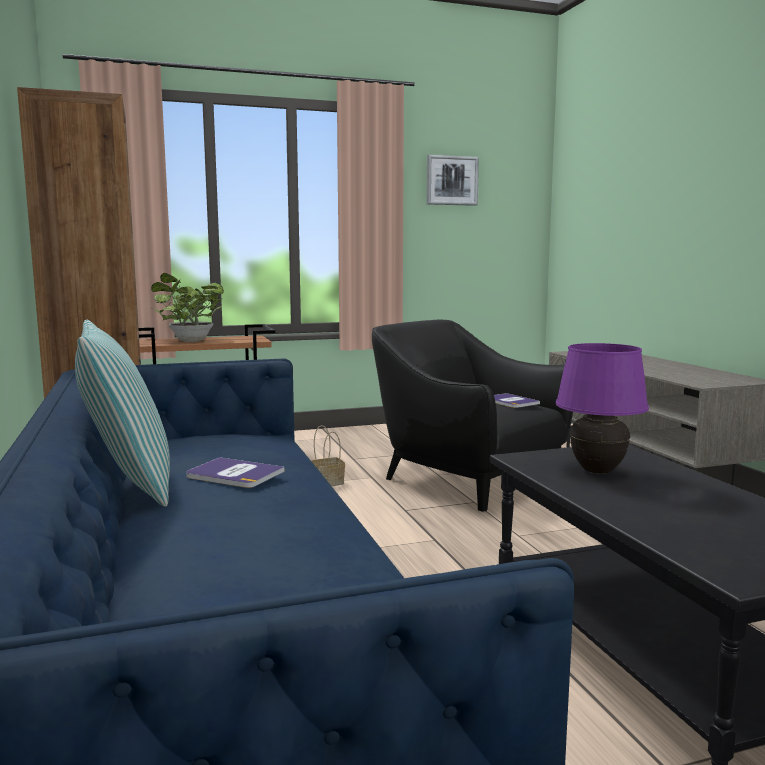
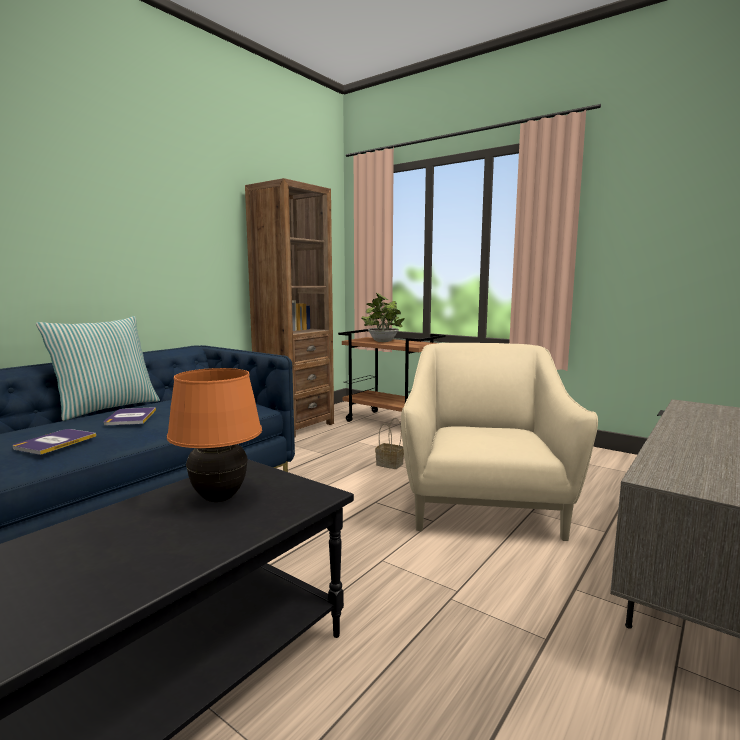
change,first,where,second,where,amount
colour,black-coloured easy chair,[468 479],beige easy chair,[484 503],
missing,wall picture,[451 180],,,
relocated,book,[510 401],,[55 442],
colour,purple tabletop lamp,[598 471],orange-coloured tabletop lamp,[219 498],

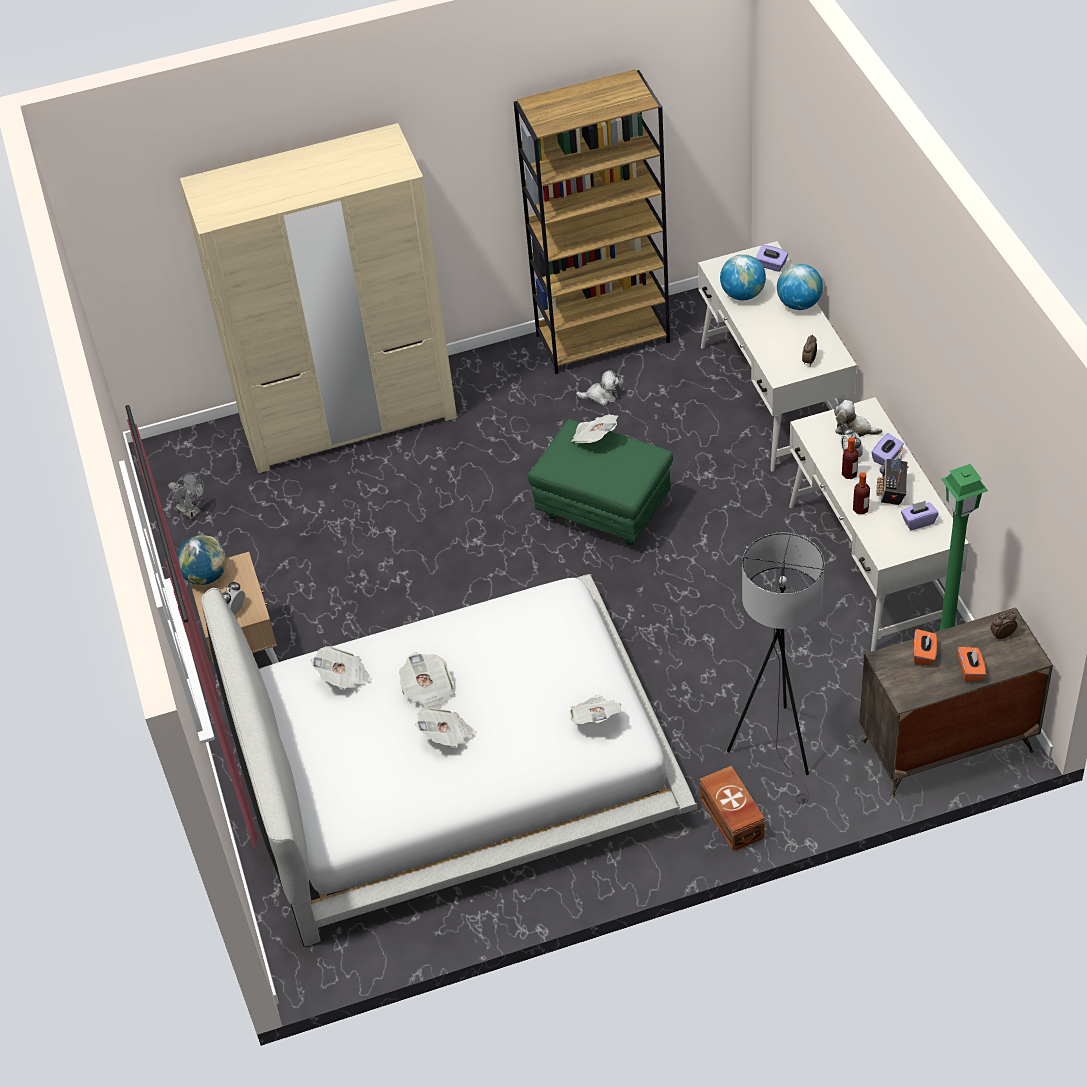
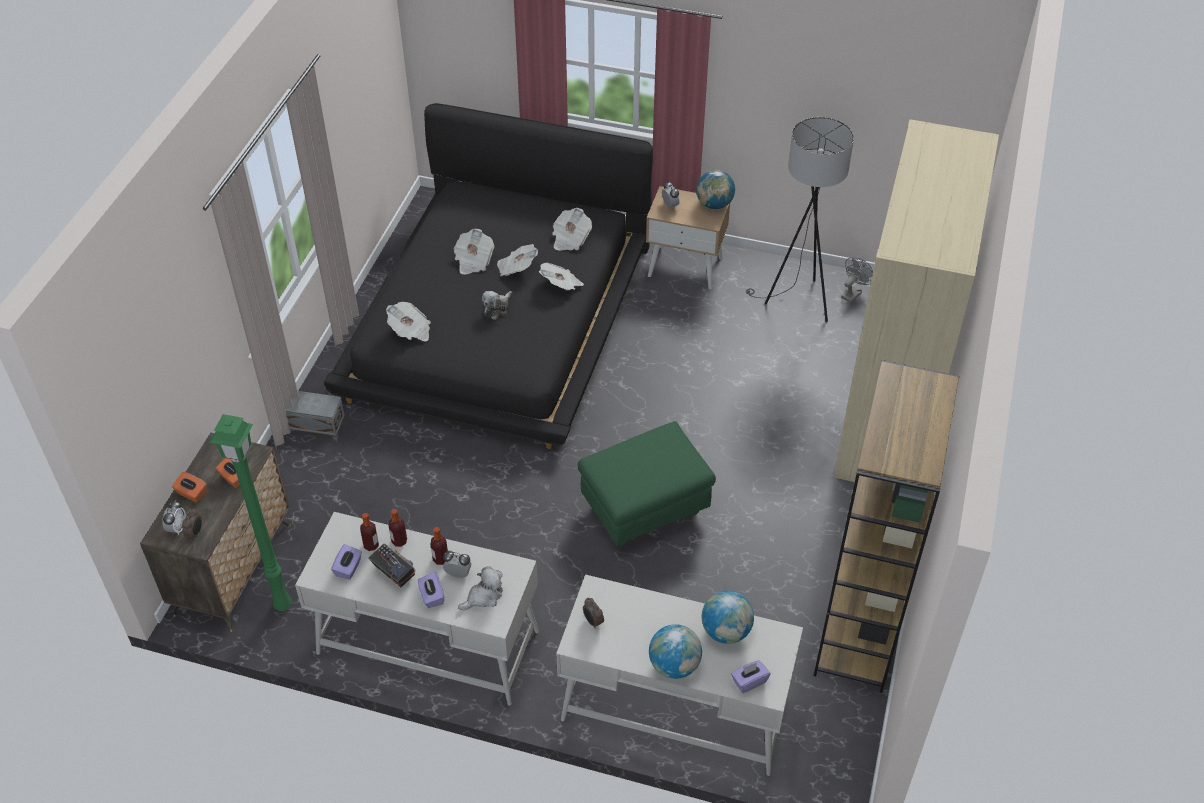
change,first,where,second,where,amount
spun,grey fan,[191 512],,[853 293],150 degrees clockwise
colour,whitish bedroom bed,[454 763],black-coloured bedroom bed,[499 319],
relocated,printed paper,[594 438],,[561 285],
relocated,plush toy,[601 396],,[497 308],
colour,brown storage container,[731 819],grey storage container,[313 421],
relocated,grey floor lamp,[779 748],,[796 302],
appeared,,,bedside clock,[177 528],
appeared,,,drink bottle,[371 545],

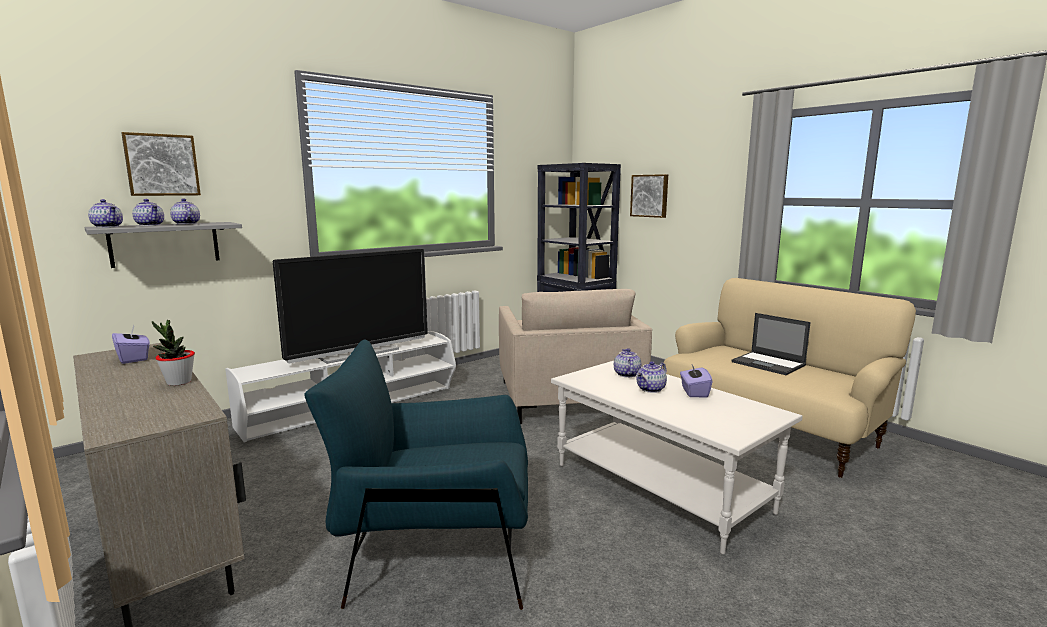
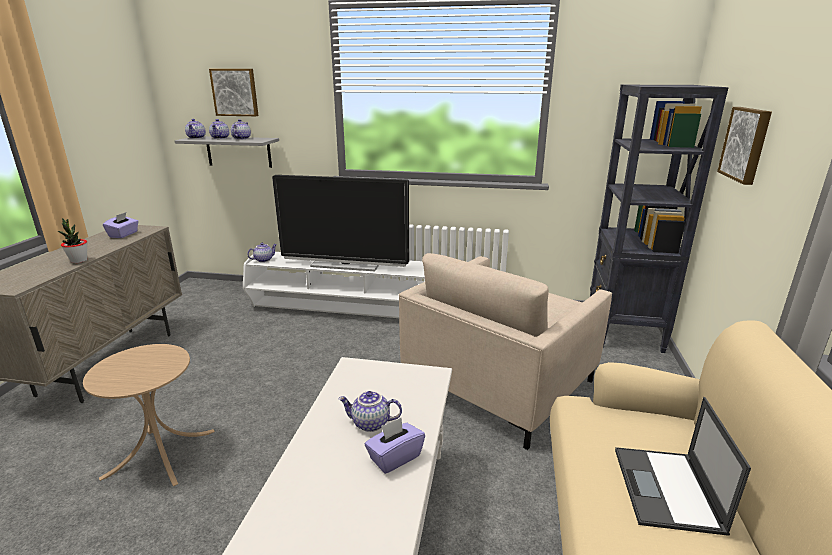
change,first,where,second,where,amount
exchanged,blue-coloured easy chair,[436 553],beige end table,[160 453],
relocated,pot for tea,[626 374],,[263 260],

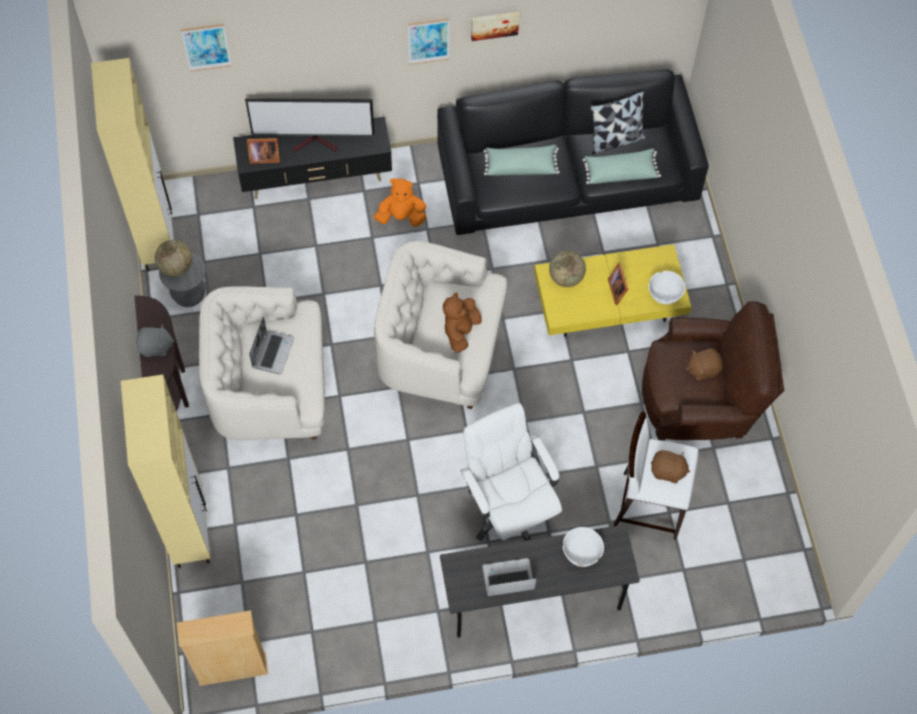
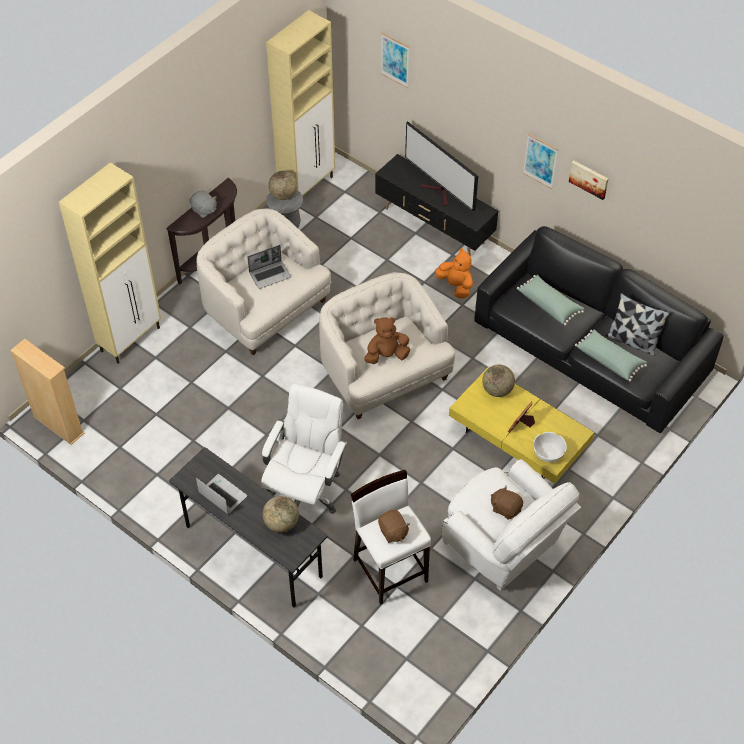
change,first,where,second,where,amount
missing,standing frame,[263 157],,,
exchanged,whitish bowl,[581 552],world globe,[281 523],
colour,brown easy chair,[701 400],whitish easy chair,[504 545],

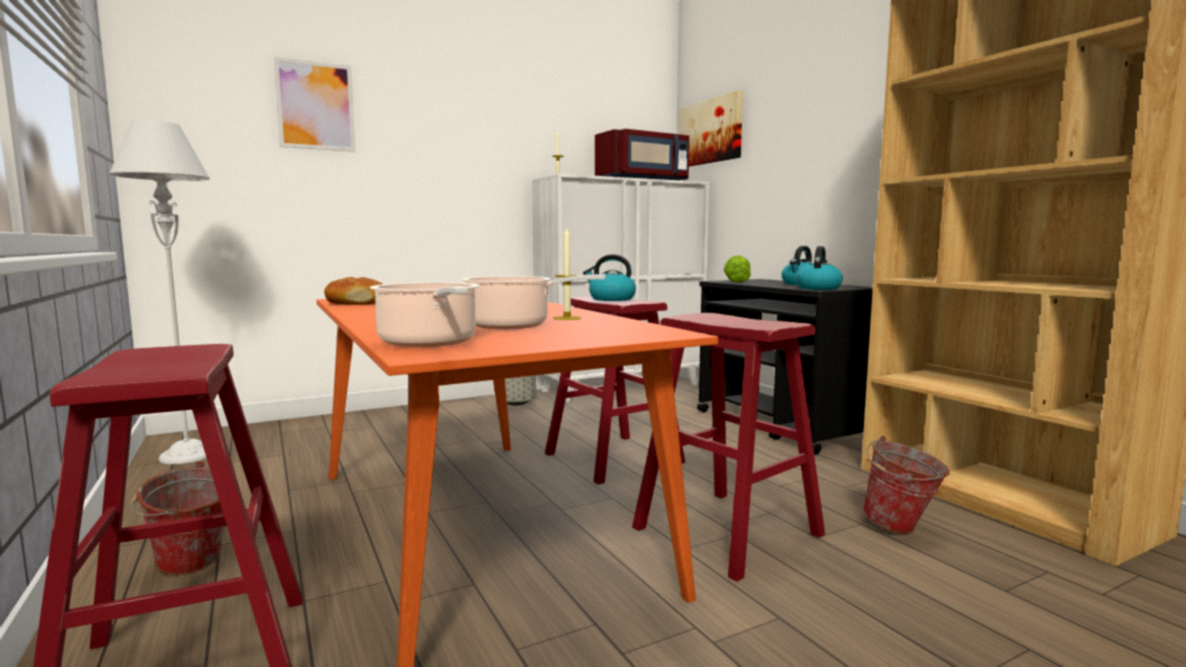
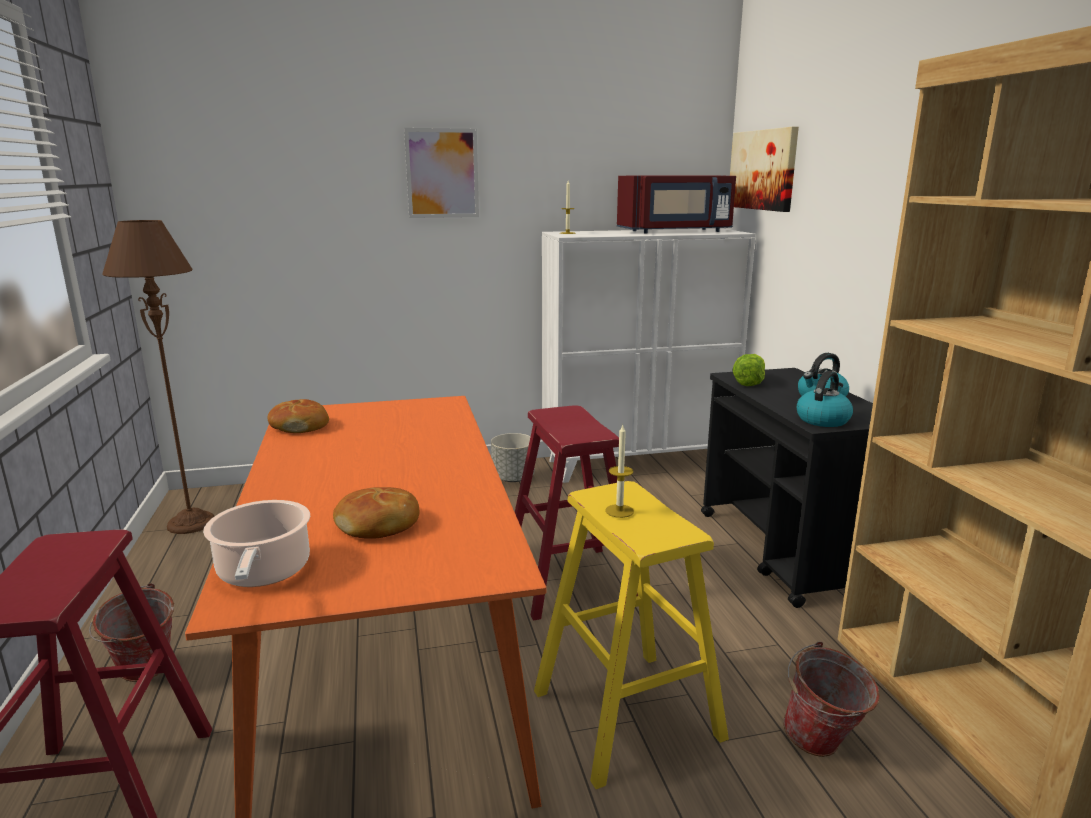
change,first,where,second,where,amount
colour,grey floor lamp,[188 455],brown floor lamp,[191 523],
relocated,wall picture,[315 106],,[442 173],
exchanged,cooking pot,[514 326],baked bread,[379 525],
relocated,candle,[567 318],,[619 511],
missing,water kettle,[611 299],,,
colour,red sitting stool,[727 531],yellowish sitting stool,[627 714],

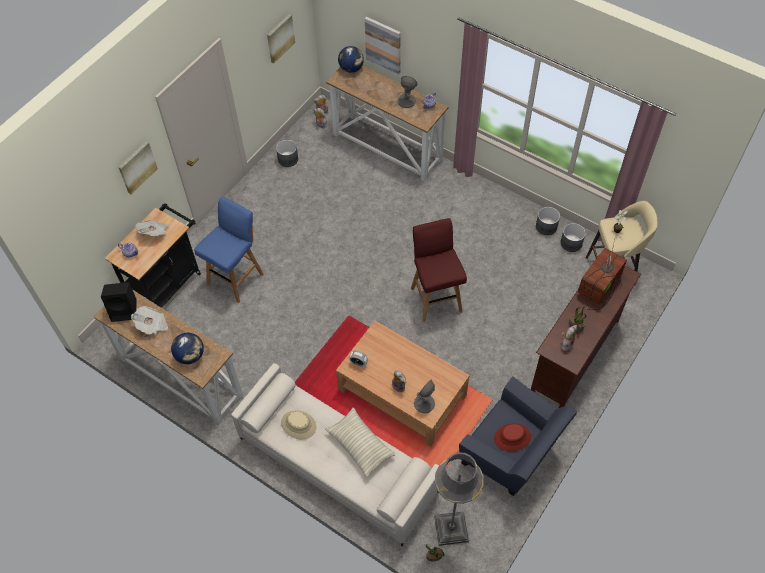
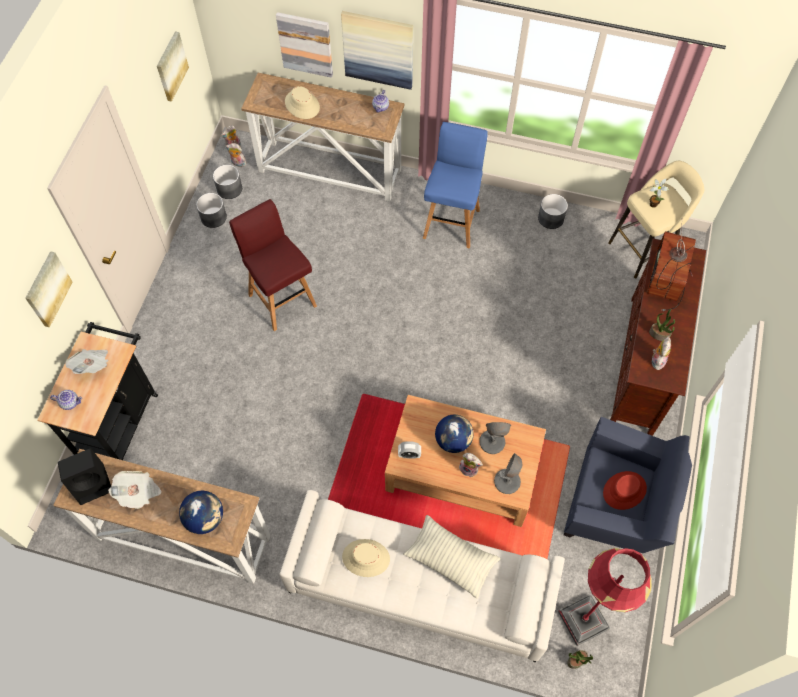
change,first,where,second,where,amount
relocated,blue-coloured sitting stool,[236 278],,[452 222],
relocated,world globe,[351 68],,[453 440],
relocated,grey tabletop lamp,[406 101],,[492 442],
relocated,red sitting stool,[436 298],,[281 299],
colour,grey floor lamp,[451 529],red floor lamp,[583 620],
relocated,grey planter,[571 243],,[229 189],
appeared,,,beige hat,[302 104],
appeared,,,wall picture,[378 49],

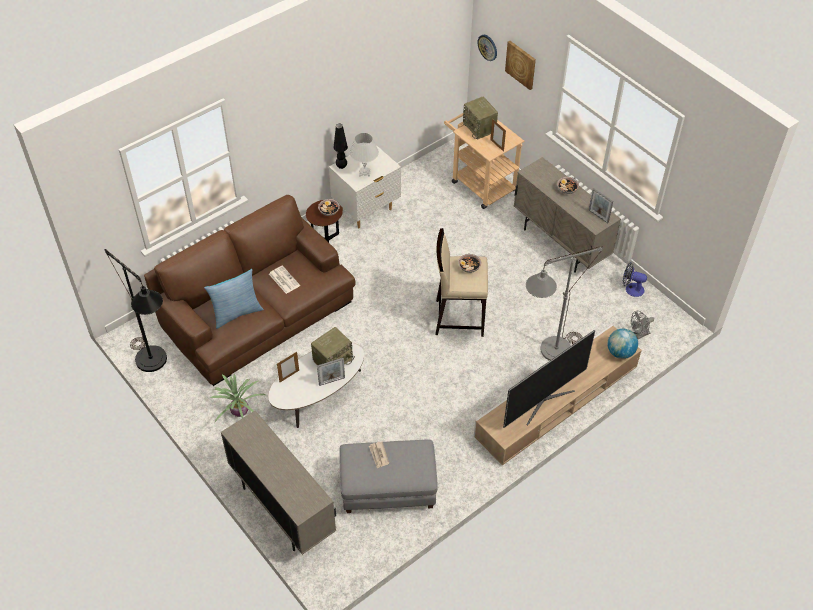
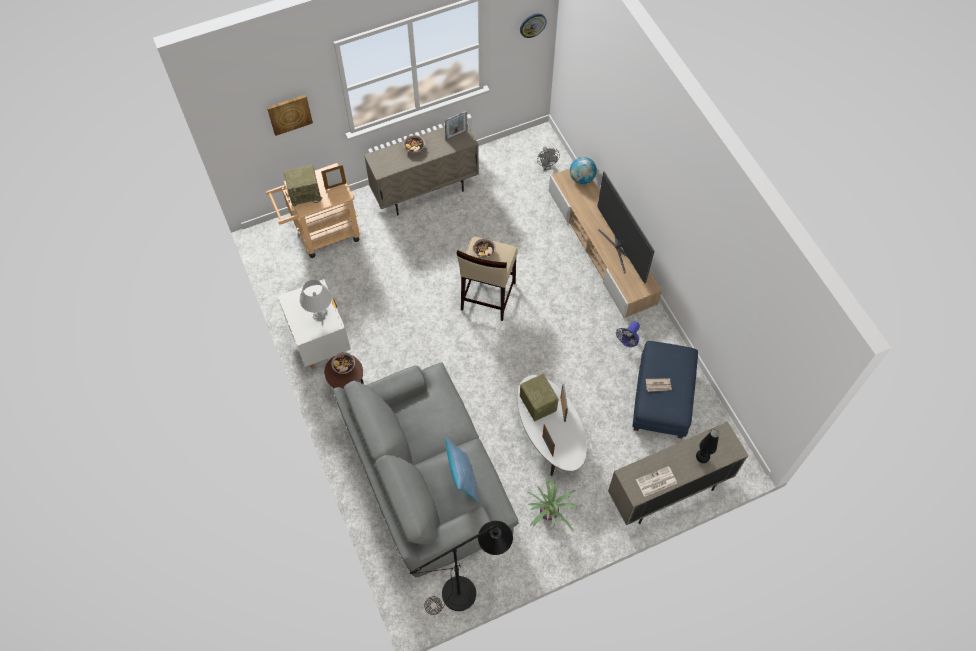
change,first,where,second,where,amount
colour,brown settee,[256 312],grey settee,[426 476],
relocated,printed paper,[283 279],,[656 482],
relocated,black-coloured tabletop lamp,[341 166],,[701 458],
colour,grey ottoman,[388 487],blue-coloured ottoman,[661 398],
relocated,clock on the wall,[488 47],,[532 25],
missing,grey floor lamp,[548 354],,,
relocated,fan,[631 289],,[628 341],

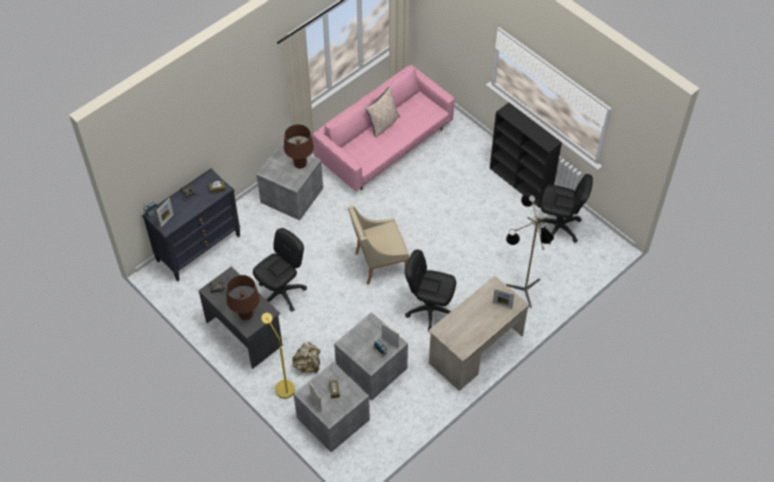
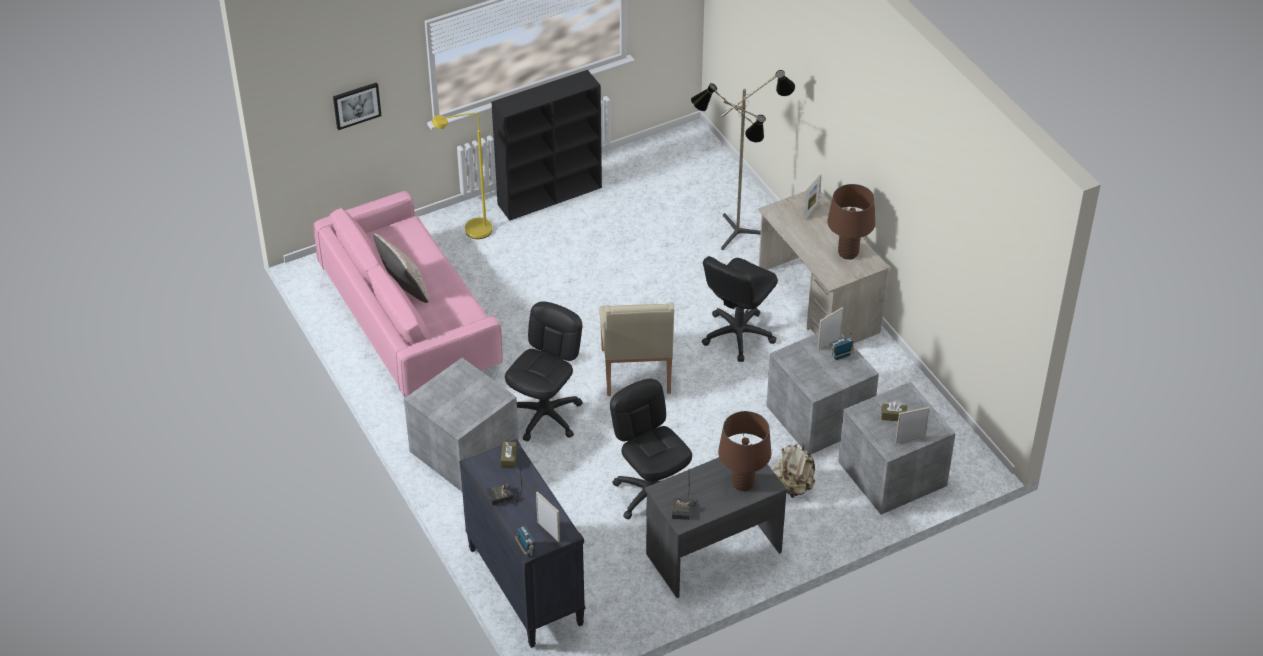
change,first,where,second,where,amount
relocated,yellowish floor lamp,[282 385],,[470 231],
relocated,brown tabletop lamp,[300 164],,[848 253],
relocated,black-coloured office chair,[559 227],,[545 416],
appeared,,,wall picture,[356 105],

